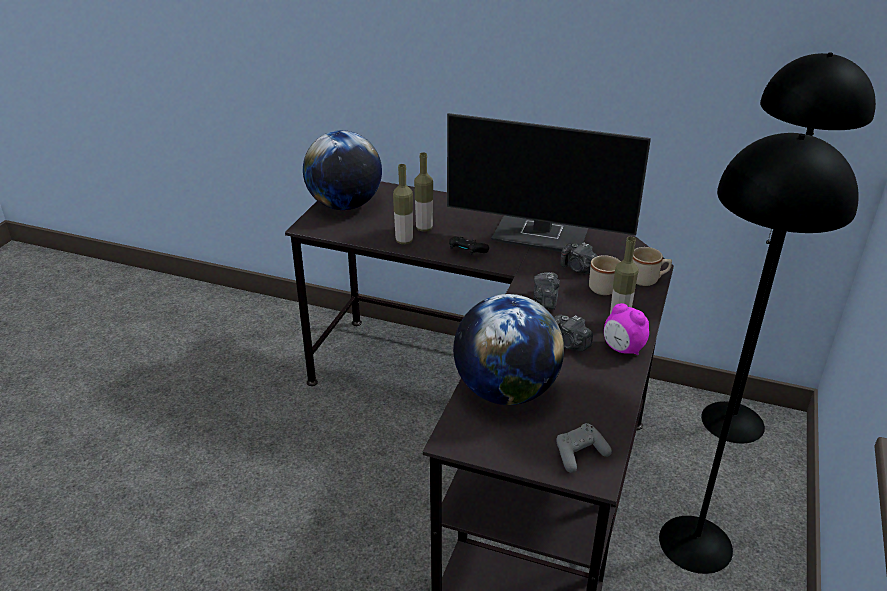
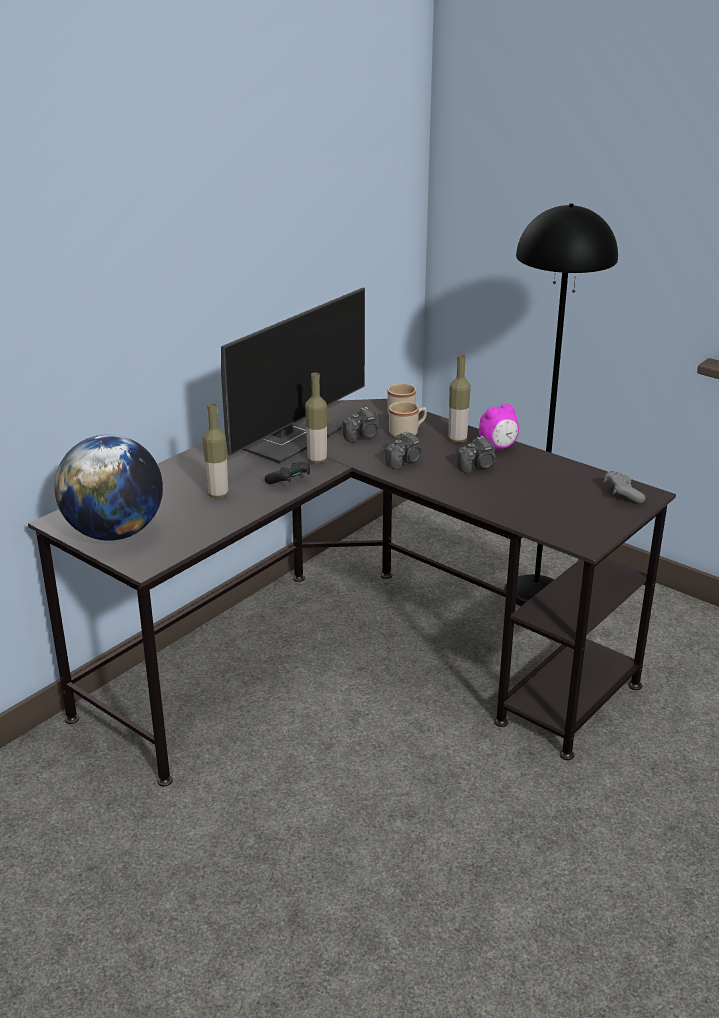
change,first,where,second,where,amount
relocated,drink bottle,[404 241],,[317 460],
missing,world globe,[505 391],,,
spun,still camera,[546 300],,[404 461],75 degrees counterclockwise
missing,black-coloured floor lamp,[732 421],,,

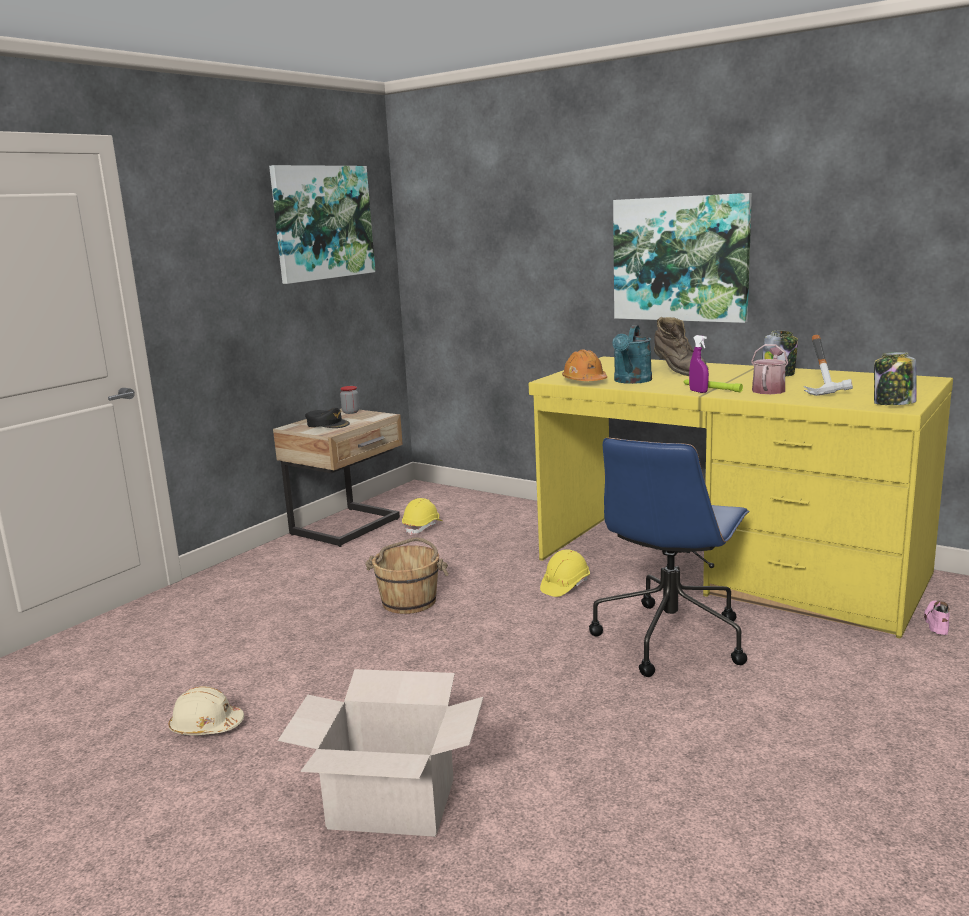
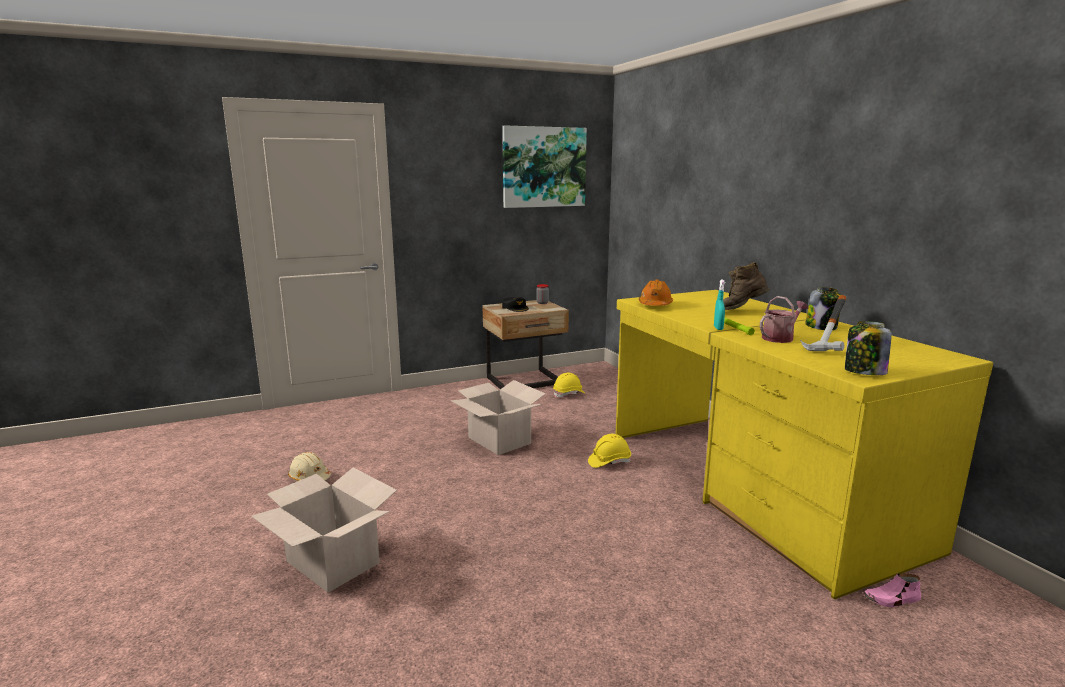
change,first,where,second,where,amount
exchanged,brown water bucket,[409 601],packing box,[500 440],
missing,blue-coloured office chair,[670 638],,,
missing,turquoise-coloured watering can,[631 381],,,
missing,wall picture,[680 259],,,
spun,brown boot,[678 372],,[740 311],75 degrees clockwise
colour,purple sprayer,[698 391],turquoise-coloured sprayer,[718 328],
spun,pinkish low shoe,[936 622],,[892 599],150 degrees counterclockwise

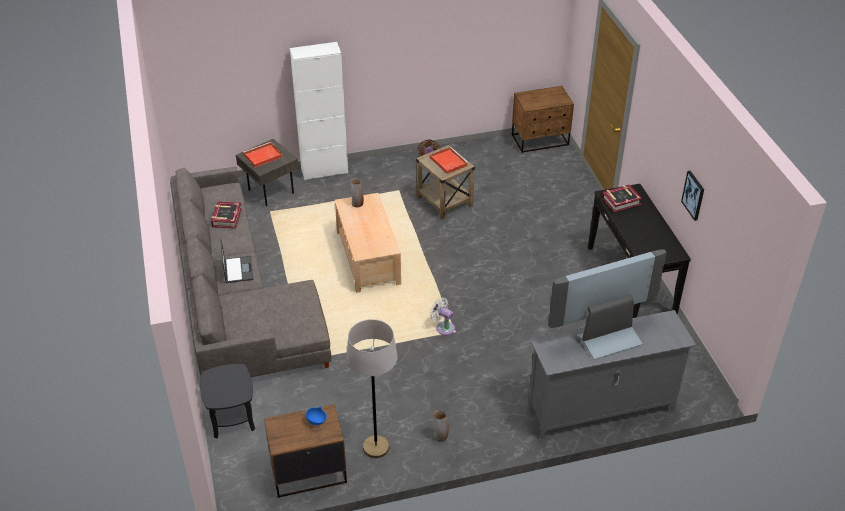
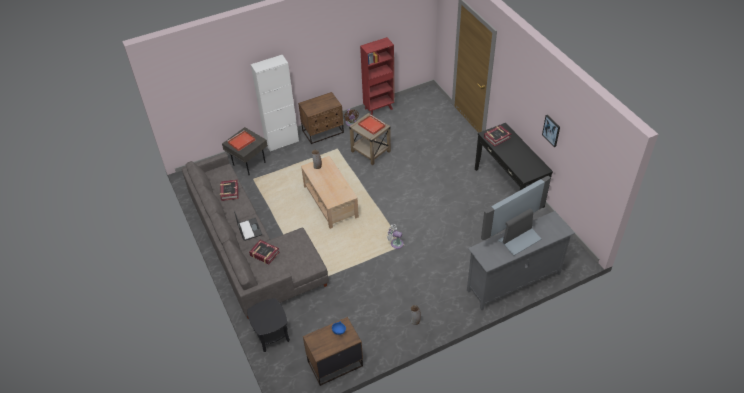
change,first,where,second,where,amount
missing,grey floor lamp,[376 447],,,
relocated,brown bedside table,[540 140],,[323 132],
appeared,,,book,[264 254],
appeared,,,red bookshelf,[379 109],

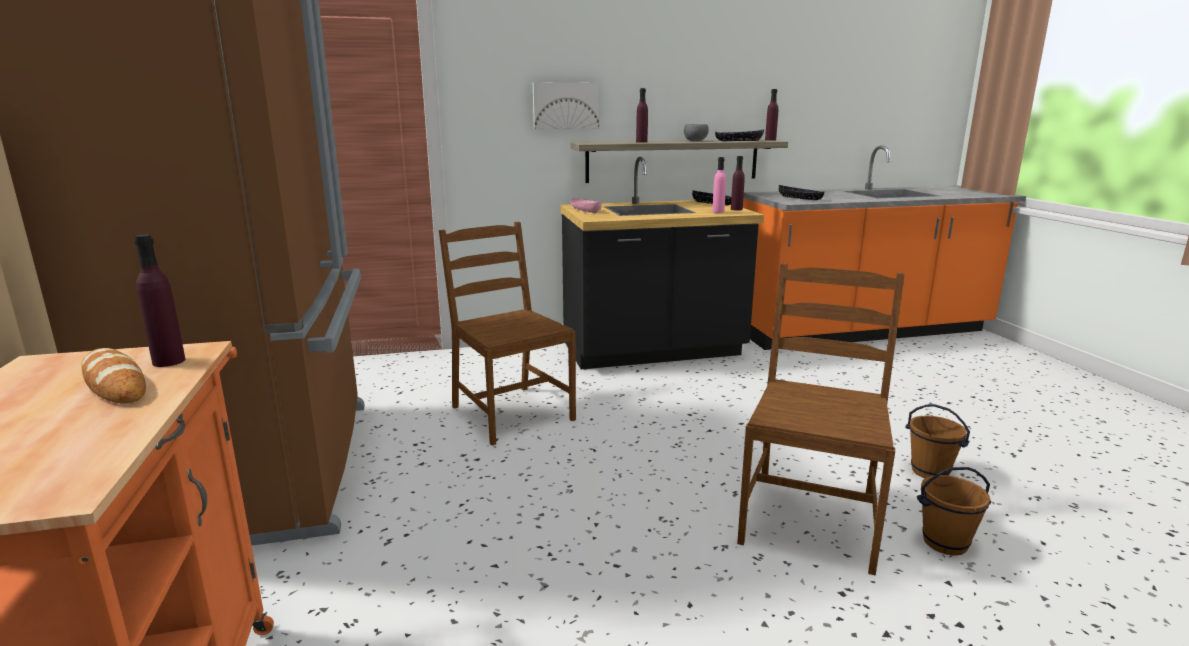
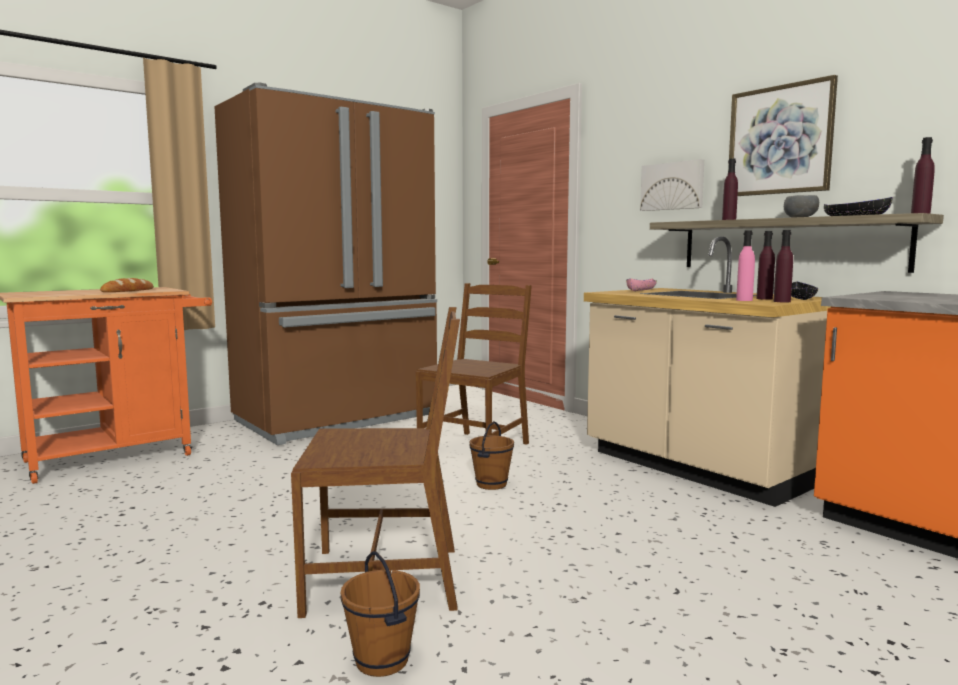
change,first,where,second,where,amount
relocated,purple drink bottle,[169 361],,[764 298],
colour,black-coloured counter,[653 351],beige counter,[698 468],
missing,black-coloured bowl,[800 198],,,
relocated,brown water bucket,[930 471],,[492 484],
appeared,,,wall picture,[780 140],

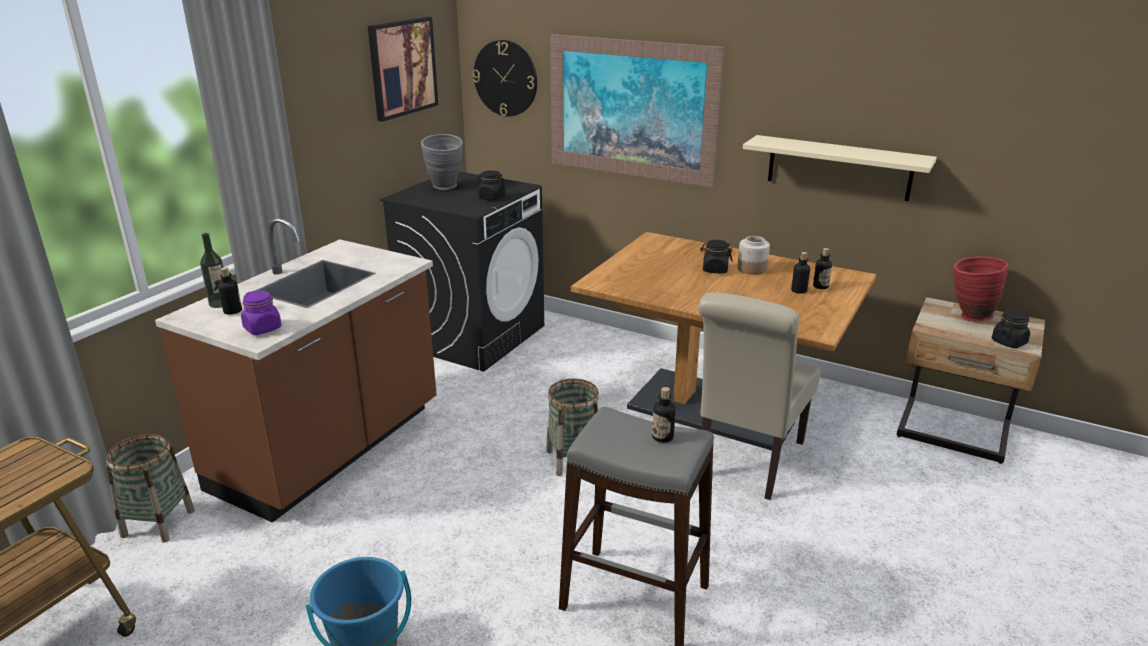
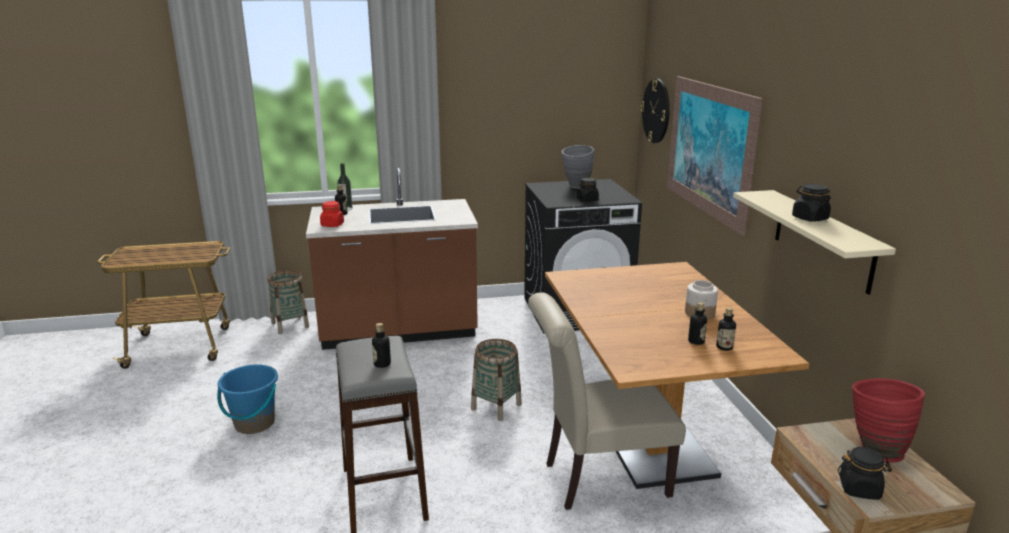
change,first,where,second,where,amount
colour,purple jar,[263 328],red jar,[332 225],
missing,wall picture,[402 67],,,
relocated,black-coloured jar,[715 270],,[809 218],

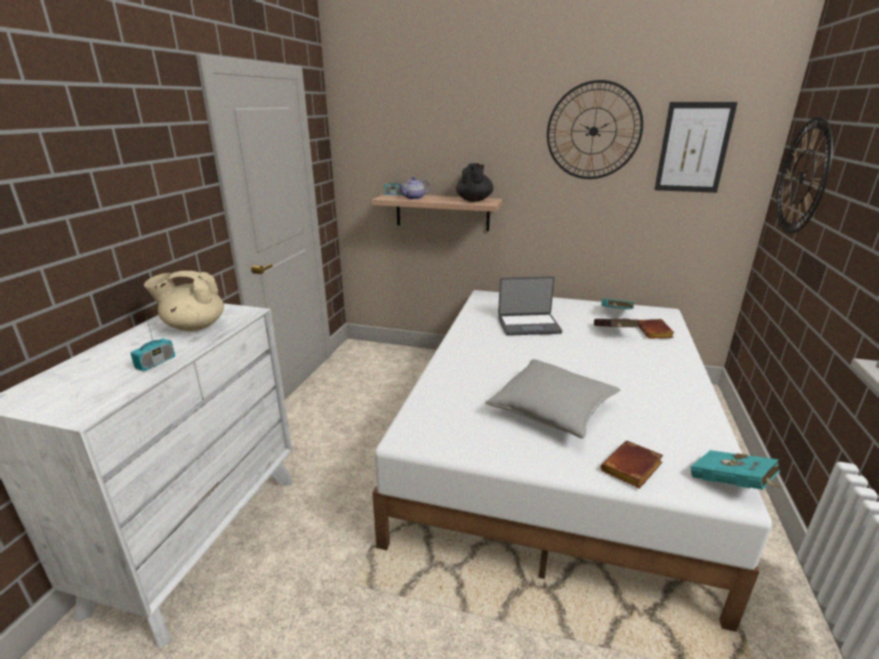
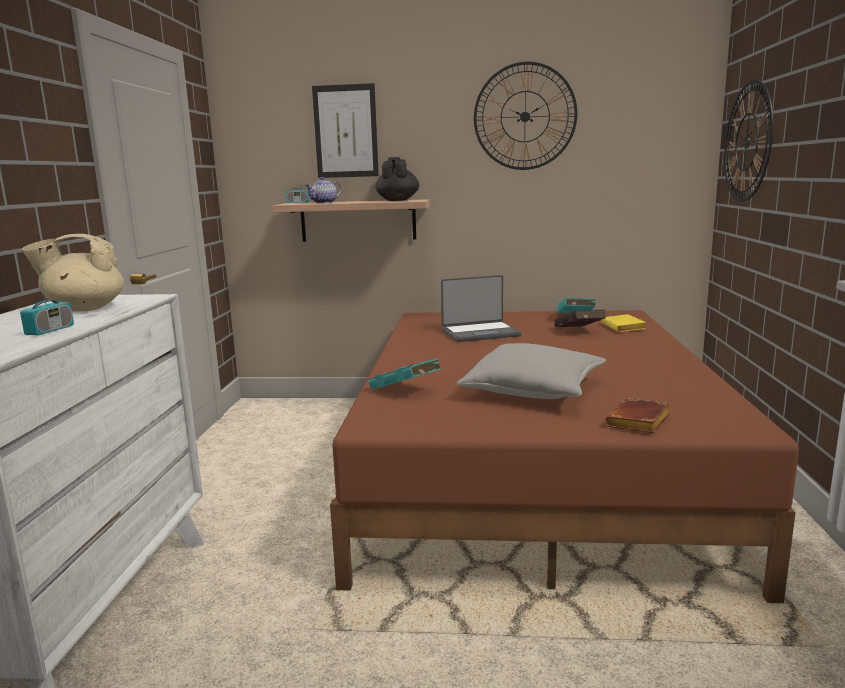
change,first,where,second,where,amount
colour,whitish bedroom bed,[555 445],brown bedroom bed,[532 469],
colour,brown book,[655 332],yellowish book,[624 328],
relocated,wall picture,[693 148],,[345 131],
relocated,turquoise-coloured book,[732 486],,[406 391],

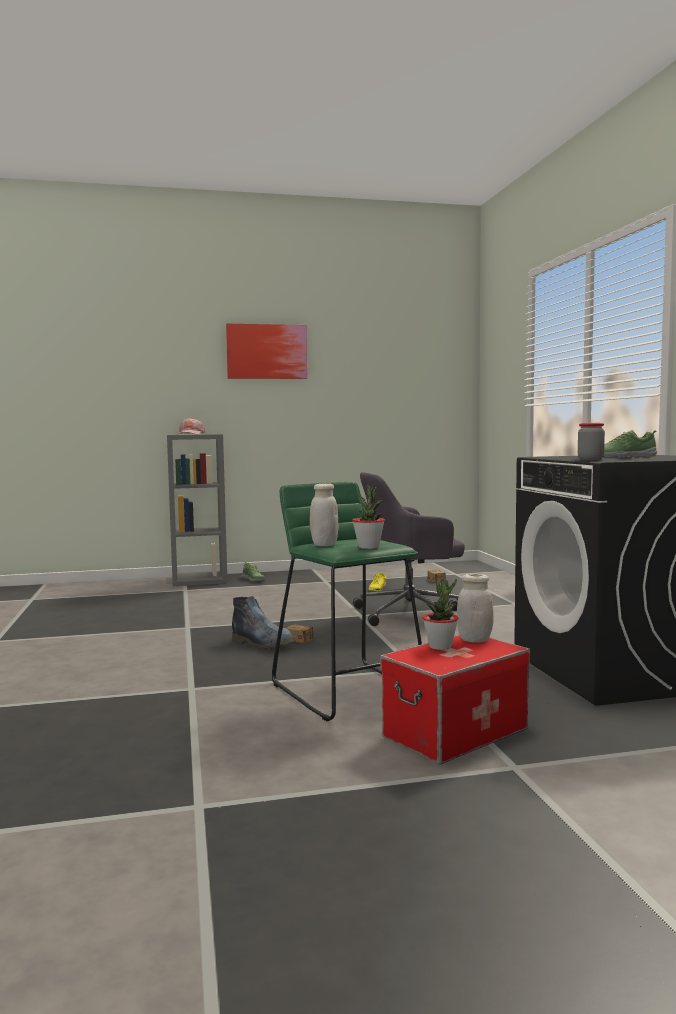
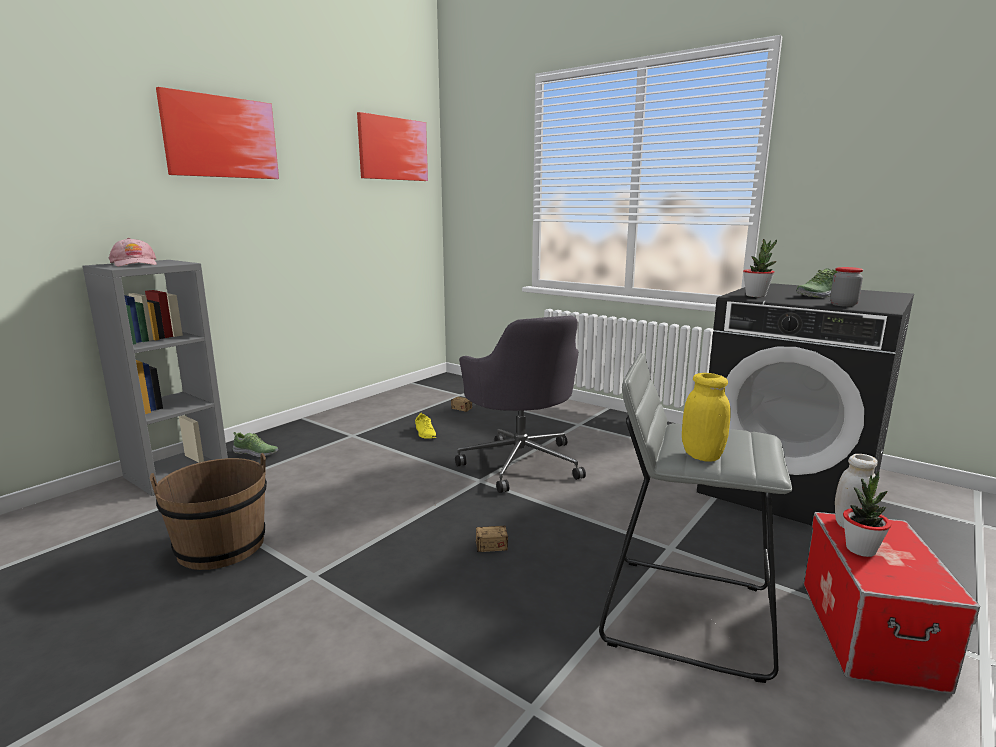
change,first,where,second,where,amount
missing,boot,[263 644],,,
colour,green sitting stool,[350 690],grey sitting stool,[686 613],
colour,whitish jar,[324 545],yellowish jar,[702 456],
relocated,houseplant,[368 547],,[755 296],
spun,grey office chair,[411 613],,[521 462],60 degrees counterclockwise
appeared,,,brown water bucket,[221 546],
appeared,,,wall picture,[393 149],

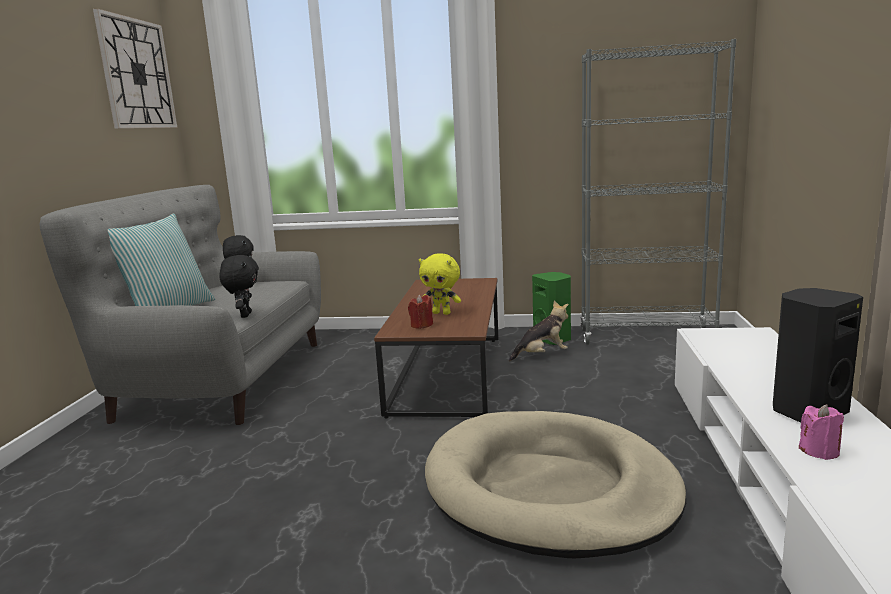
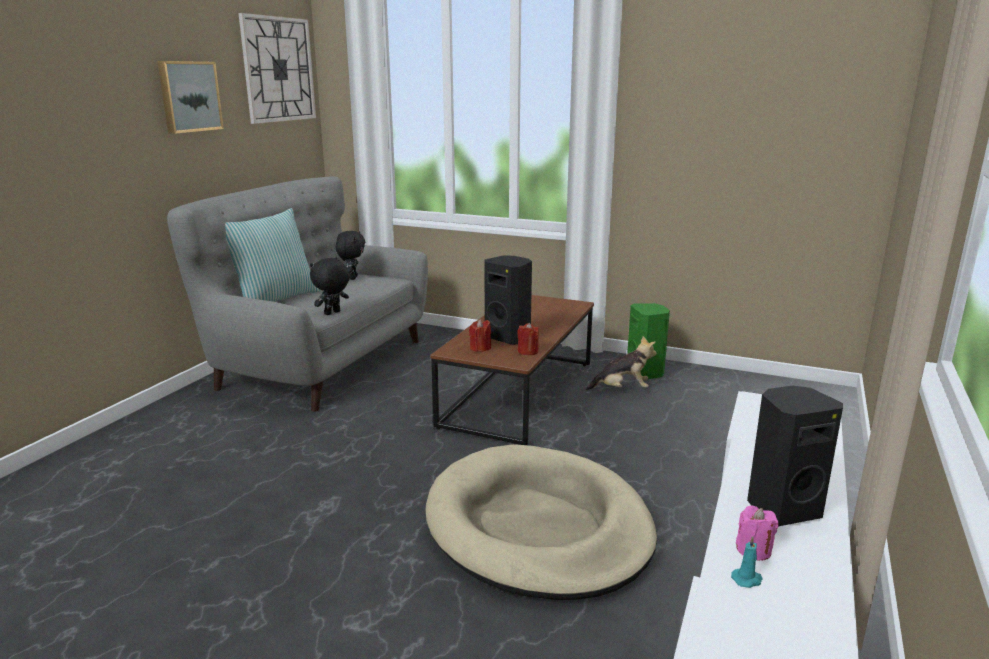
change,first,where,second,where,amount
spun,black-coloured plush toy,[245 315],,[332 313],150 degrees counterclockwise
exchanged,yellowish plush toy,[442 313],black-coloured speaker,[509 337],
missing,grey bookshelf,[646 336],,,
appeared,,,wall picture,[189 96],
appeared,,,red candle,[528 351],
appeared,,,turquoise-coloured candle,[747 579],

